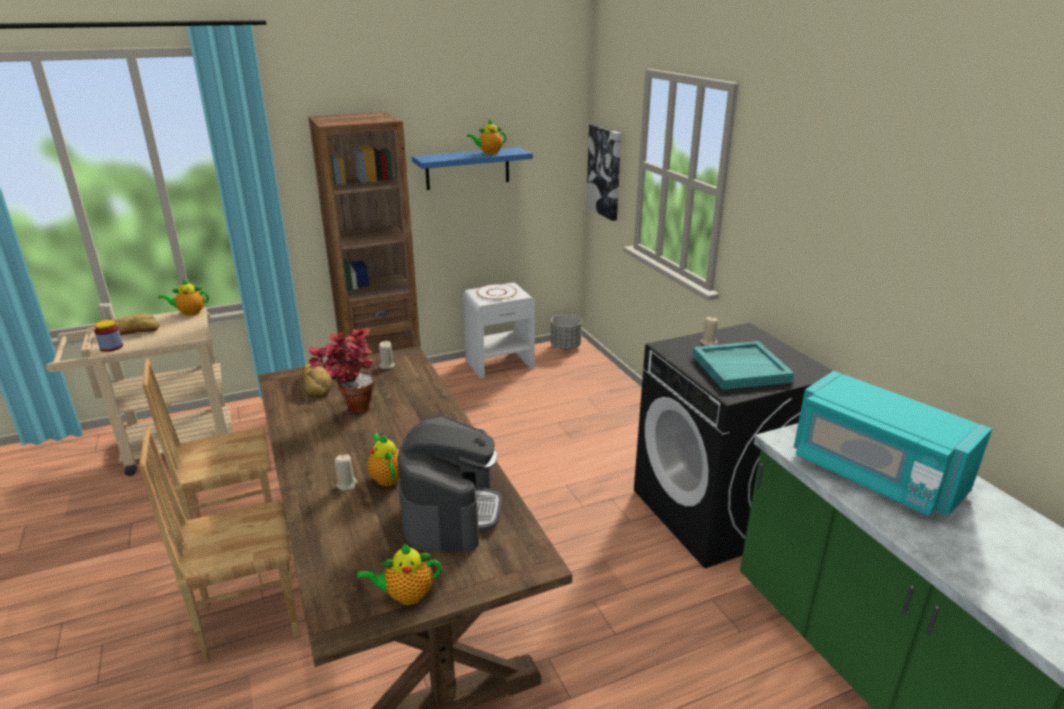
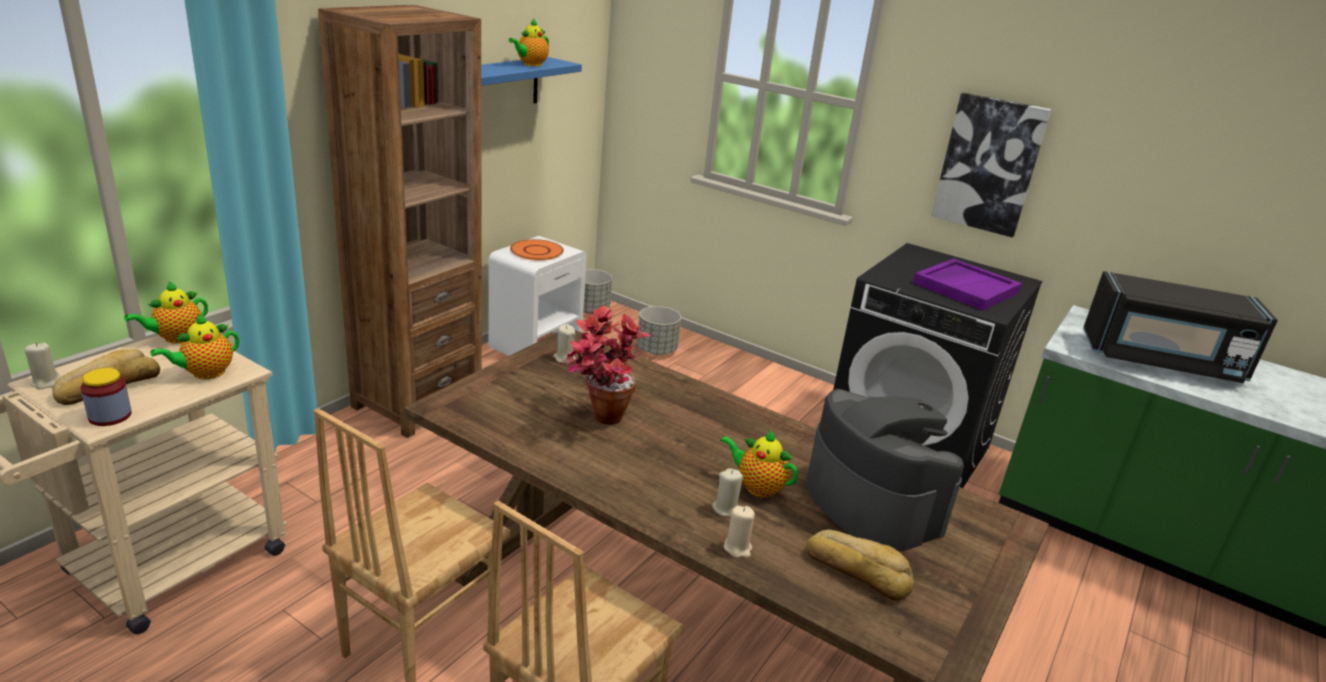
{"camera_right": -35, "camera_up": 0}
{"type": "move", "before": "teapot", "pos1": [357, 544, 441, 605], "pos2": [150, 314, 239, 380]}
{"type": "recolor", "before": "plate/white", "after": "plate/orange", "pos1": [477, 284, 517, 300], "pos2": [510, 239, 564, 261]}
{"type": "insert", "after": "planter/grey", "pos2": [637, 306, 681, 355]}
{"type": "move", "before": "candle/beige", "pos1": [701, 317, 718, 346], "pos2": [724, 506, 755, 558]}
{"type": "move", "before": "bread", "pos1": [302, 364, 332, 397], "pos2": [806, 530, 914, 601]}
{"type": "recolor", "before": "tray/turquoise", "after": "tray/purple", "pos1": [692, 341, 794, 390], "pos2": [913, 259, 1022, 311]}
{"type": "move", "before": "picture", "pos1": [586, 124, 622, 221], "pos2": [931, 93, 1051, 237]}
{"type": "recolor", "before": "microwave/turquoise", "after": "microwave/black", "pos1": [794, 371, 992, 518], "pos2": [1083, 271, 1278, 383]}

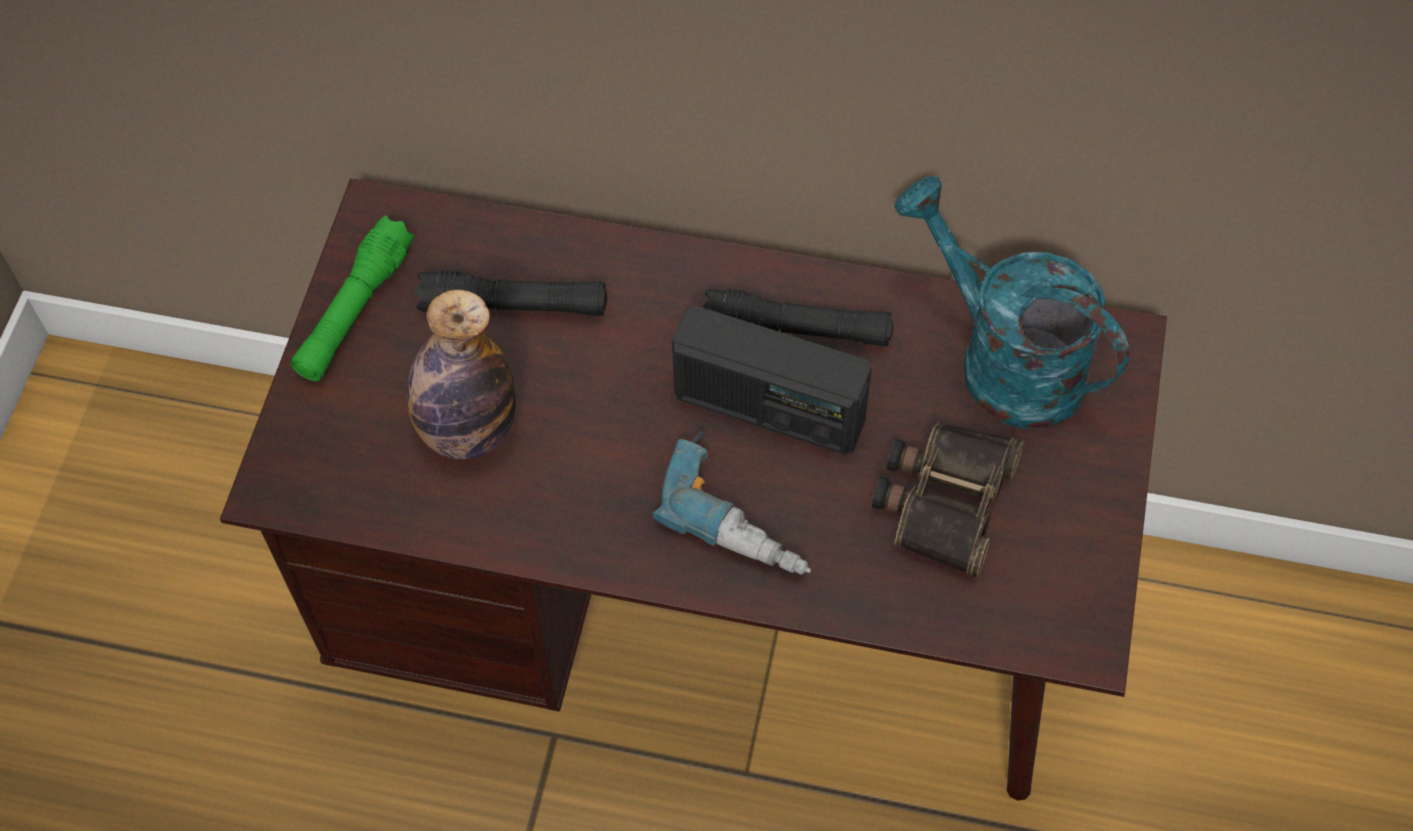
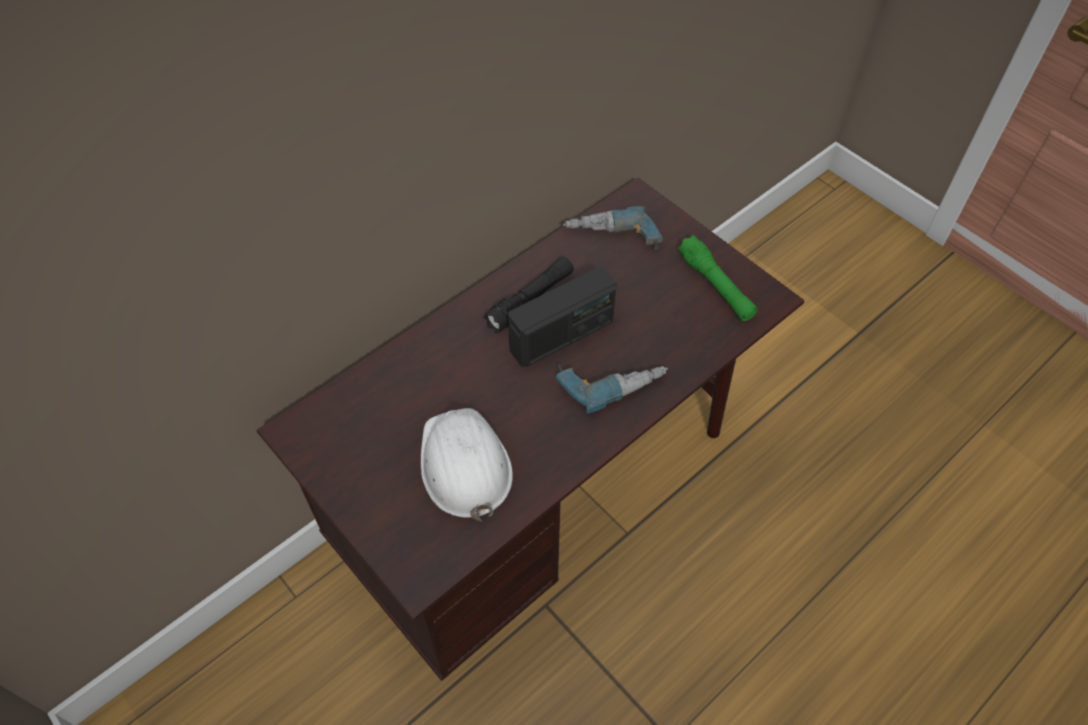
{"camera_right": -55, "camera_up": -5}
{"type": "replace", "before": "bottle", "after": "hard hat/white", "pos1": [407, 290, 516, 459], "pos2": [421, 408, 513, 522]}
{"type": "replace", "before": "watering can/turquoise", "after": "power drill", "pos1": [894, 176, 1129, 429], "pos2": [563, 206, 663, 250]}
{"type": "move", "before": "flashlight/green", "pos1": [290, 216, 414, 381], "pos2": [678, 235, 758, 321]}
{"type": "delete", "before": "flashlight/black", "pos1": [415, 270, 607, 316]}
{"type": "delete", "before": "binoculars", "pos1": [872, 422, 1024, 578]}

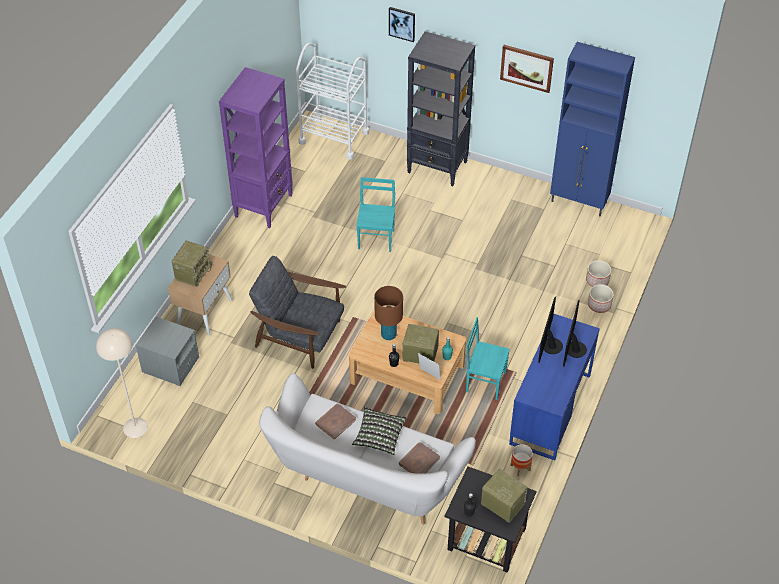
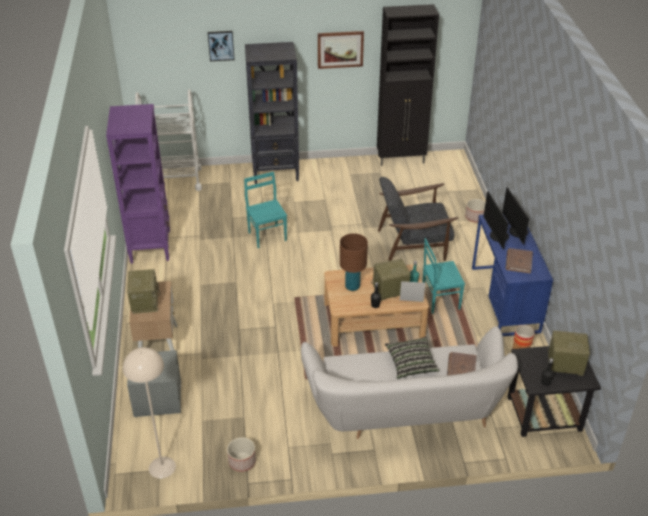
{"camera_right": -30, "camera_up": -10}
{"type": "move", "before": "planter", "pos1": [586, 260, 611, 287], "pos2": [227, 437, 256, 472]}
{"type": "recolor", "before": "cabinet/blue", "after": "cabinet/black", "pos1": [550, 42, 635, 216], "pos2": [377, 4, 439, 166]}
{"type": "move", "before": "armchair/grey", "pos1": [249, 256, 346, 369], "pos2": [378, 177, 458, 261]}
{"type": "move", "before": "book/brown", "pos1": [315, 404, 356, 440], "pos2": [506, 248, 533, 274]}

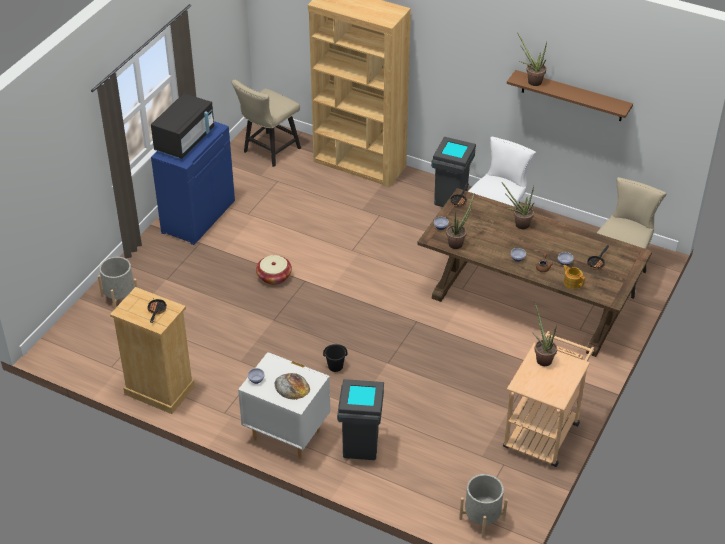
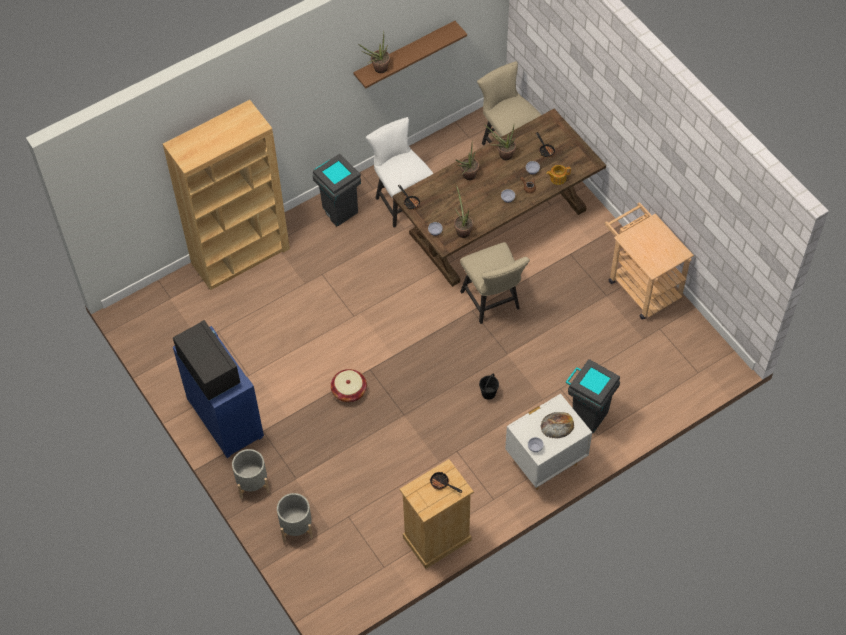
{"camera_right": -60, "camera_up": 15}
{"type": "move", "before": "planter/grey", "pos1": [459, 474, 508, 538], "pos2": [232, 449, 270, 499]}
{"type": "move", "before": "chair/beige", "pos1": [232, 80, 301, 167], "pos2": [460, 242, 530, 324]}
{"type": "move", "before": "potted plant", "pos1": [533, 302, 557, 366], "pos2": [484, 124, 516, 160]}

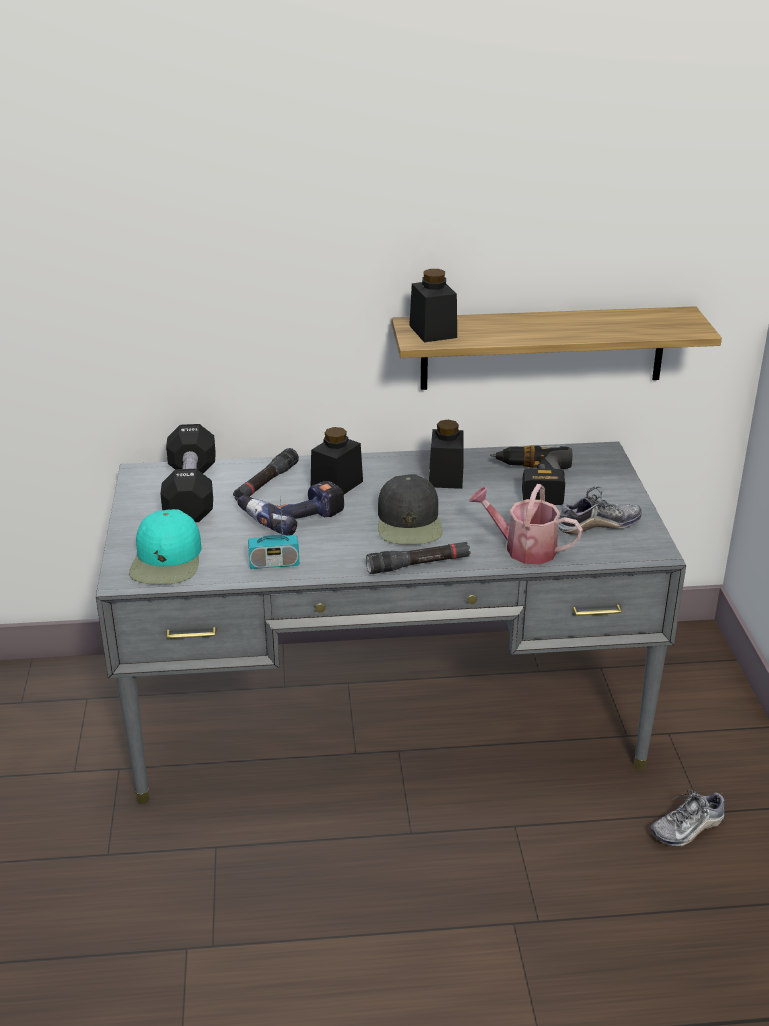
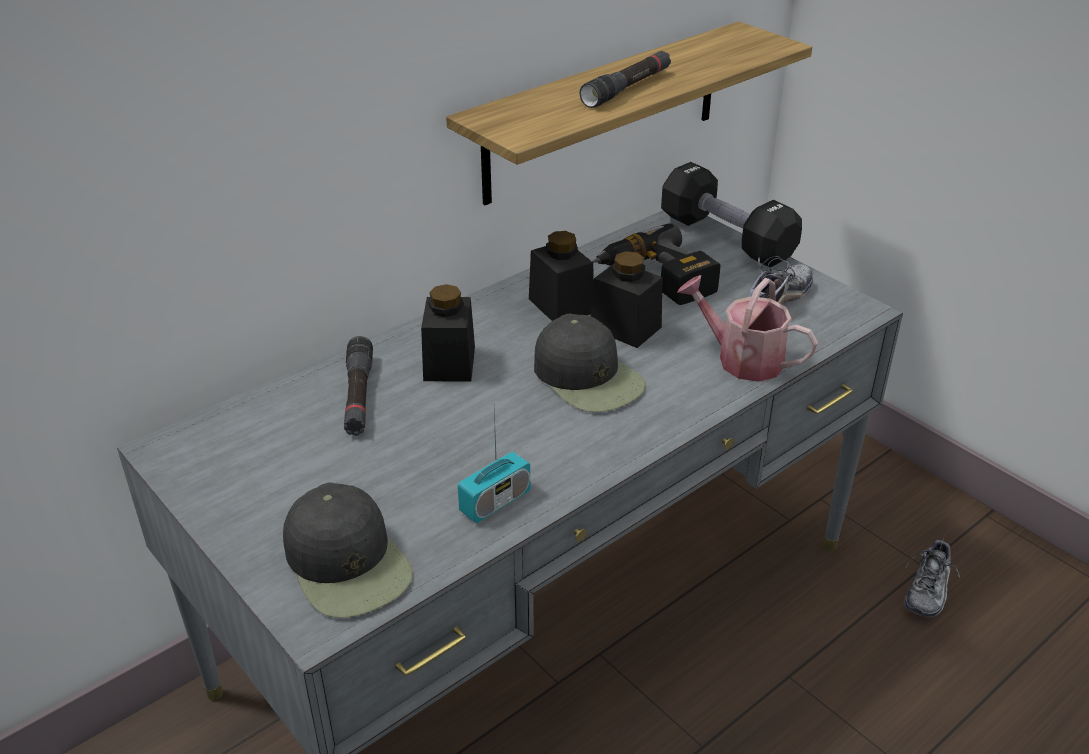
{"camera_right": -35, "camera_up": 5}
{"type": "recolor", "before": "cap/turquoise", "after": "cap/black", "pos1": [129, 509, 201, 585], "pos2": [283, 482, 413, 618]}
{"type": "move", "before": "flashlight/black", "pos1": [366, 542, 470, 574], "pos2": [580, 51, 671, 108]}
{"type": "move", "before": "jar/black", "pos1": [409, 269, 457, 342], "pos2": [591, 251, 663, 348]}
{"type": "move", "before": "dumbbell/black", "pos1": [160, 424, 216, 522], "pos2": [661, 162, 802, 267]}
{"type": "rotate", "before": "watering can", "pos1": [469, 484, 583, 564], "pos2": [677, 275, 818, 382], "turn": 45}
{"type": "delete", "before": "power drill", "pos1": [238, 481, 344, 536]}

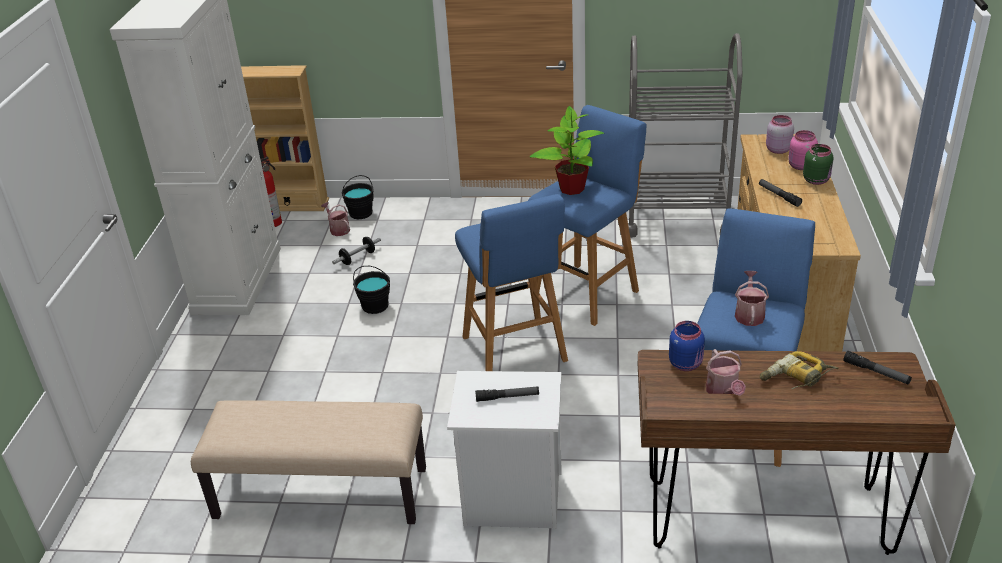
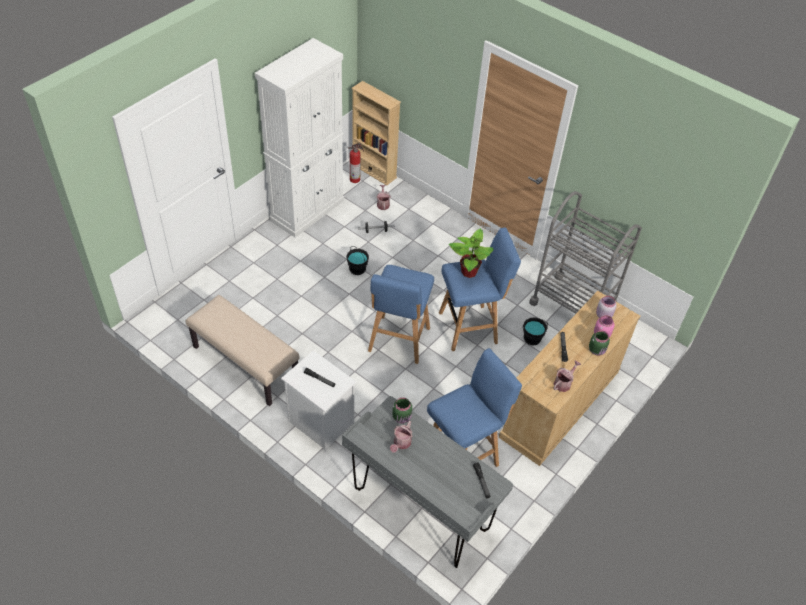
{"camera_right": 30, "camera_up": 15}
{"type": "recolor", "before": "desk/brown", "after": "desk/grey", "pos1": [638, 350, 956, 555], "pos2": [342, 396, 513, 568]}
{"type": "recolor", "before": "jar/blue", "after": "jar/green", "pos1": [669, 321, 705, 371], "pos2": [392, 397, 412, 424]}
{"type": "move", "before": "bucket/black", "pos1": [342, 175, 374, 219], "pos2": [523, 317, 548, 345]}
{"type": "move", "before": "watering can", "pos1": [735, 271, 769, 326], "pos2": [553, 360, 581, 392]}
{"type": "delete", "before": "power drill", "pos1": [760, 351, 839, 389]}

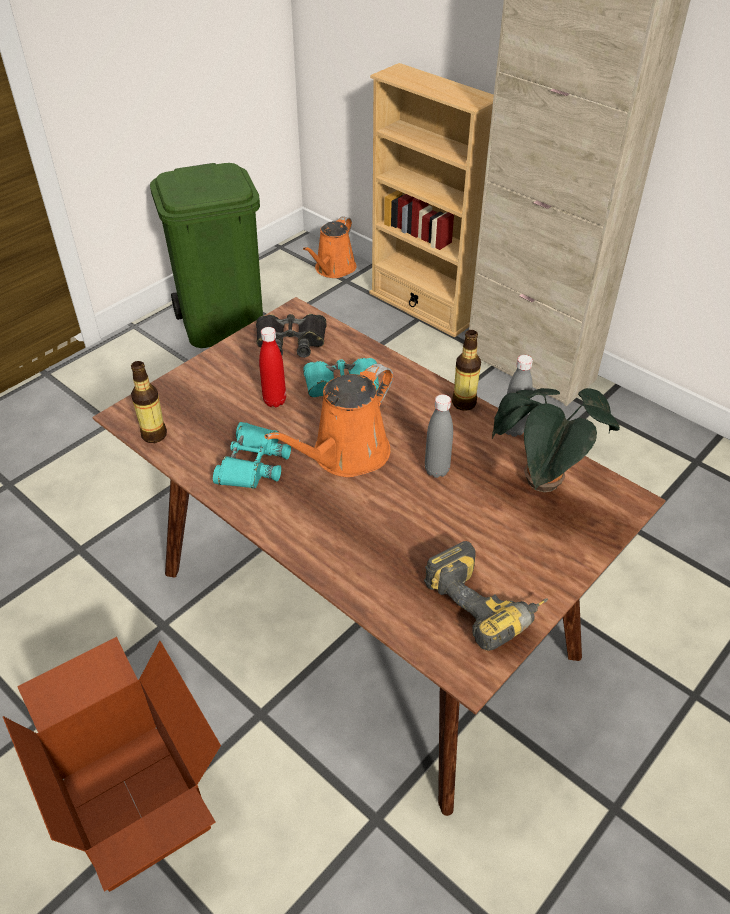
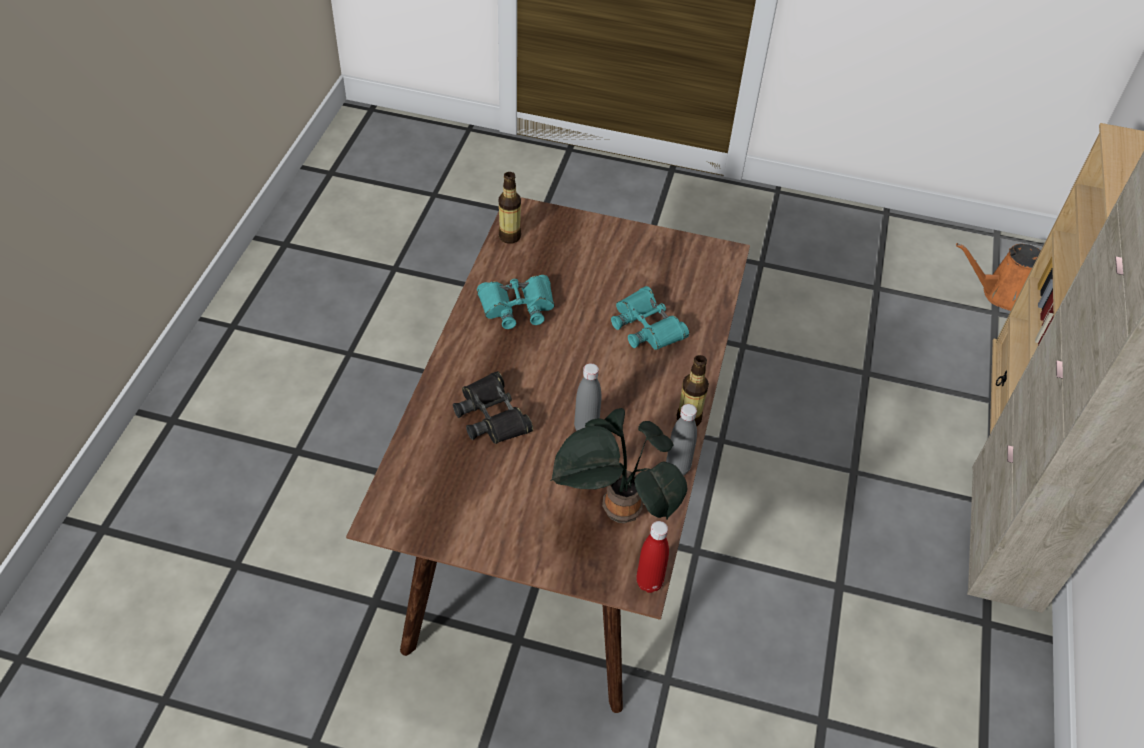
{"camera_right": 60, "camera_up": 5}
{"type": "move", "before": "binoculars/black", "pos1": [256, 314, 327, 358], "pos2": [453, 371, 533, 444]}
{"type": "move", "before": "bottle/red", "pos1": [259, 327, 286, 407], "pos2": [637, 521, 669, 593]}
{"type": "delete", "before": "cardboard box", "pos1": [3, 637, 221, 892]}
{"type": "delete", "before": "trash can/green", "pos1": [150, 163, 263, 348]}
{"type": "delete", "before": "watering can/orange", "pos1": [264, 364, 393, 477]}
{"type": "delete", "before": "power drill", "pos1": [424, 541, 548, 651]}

